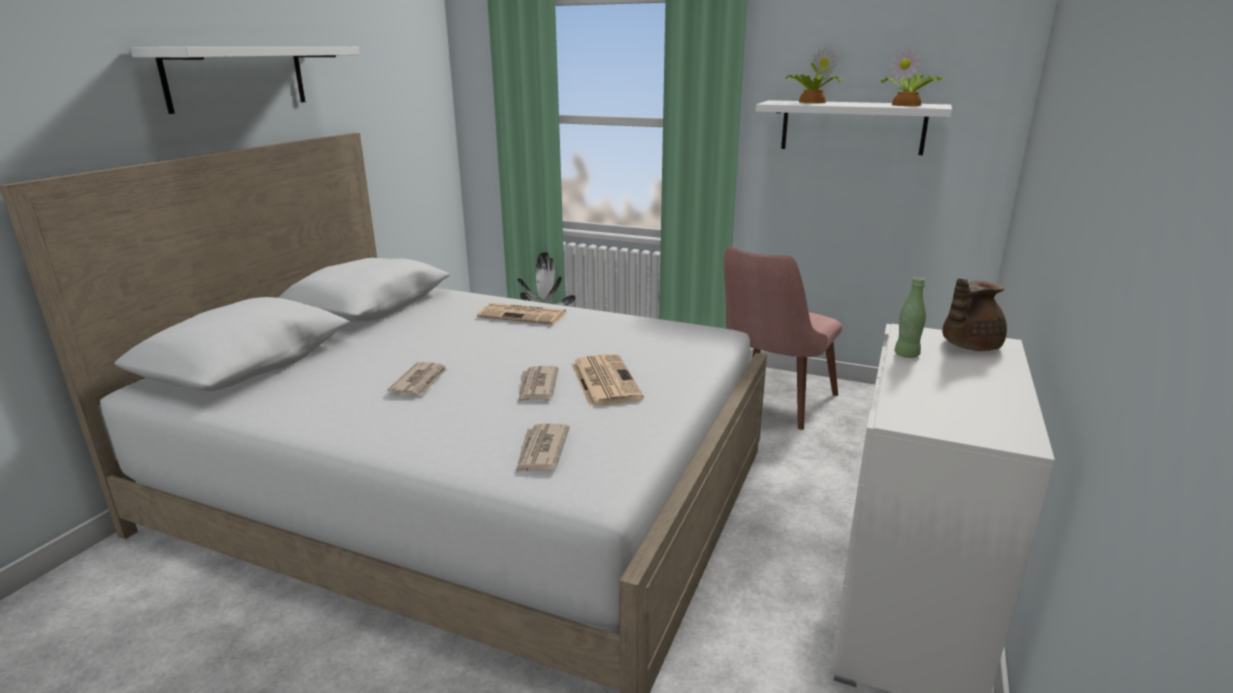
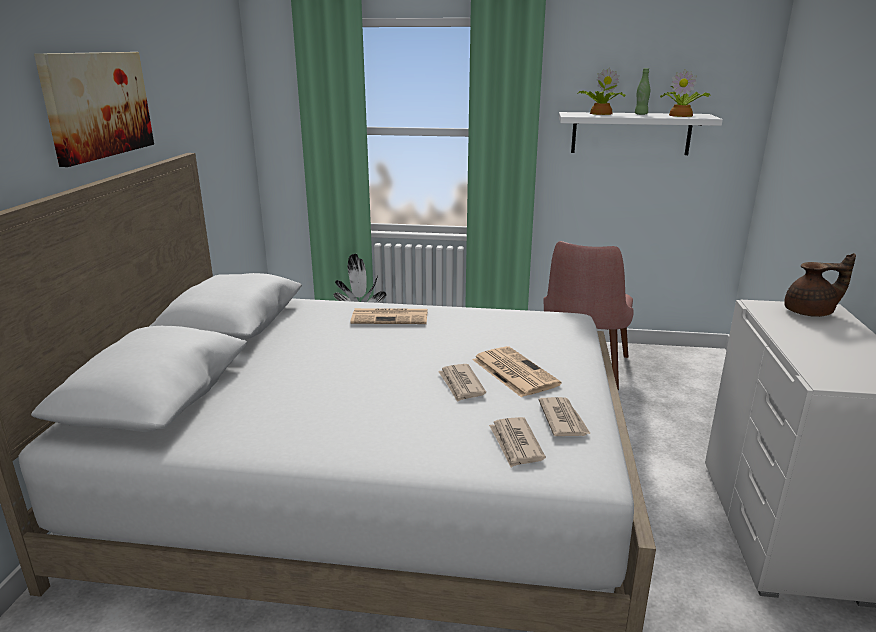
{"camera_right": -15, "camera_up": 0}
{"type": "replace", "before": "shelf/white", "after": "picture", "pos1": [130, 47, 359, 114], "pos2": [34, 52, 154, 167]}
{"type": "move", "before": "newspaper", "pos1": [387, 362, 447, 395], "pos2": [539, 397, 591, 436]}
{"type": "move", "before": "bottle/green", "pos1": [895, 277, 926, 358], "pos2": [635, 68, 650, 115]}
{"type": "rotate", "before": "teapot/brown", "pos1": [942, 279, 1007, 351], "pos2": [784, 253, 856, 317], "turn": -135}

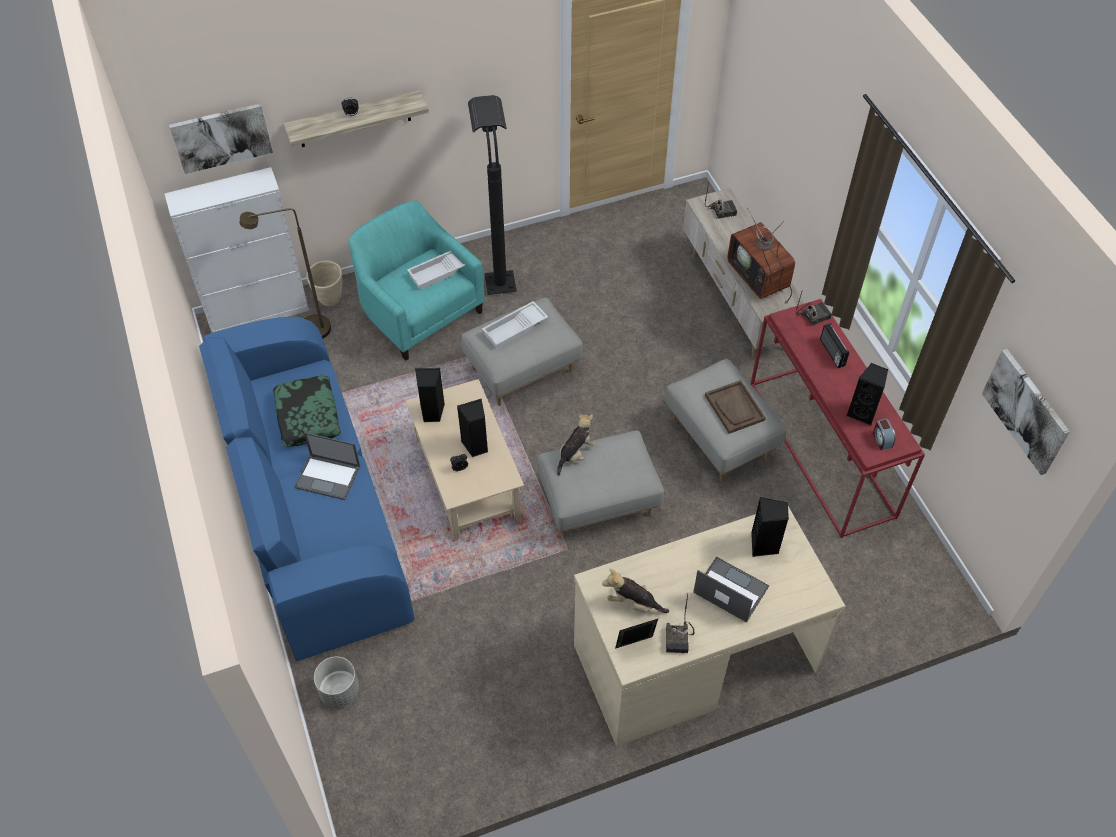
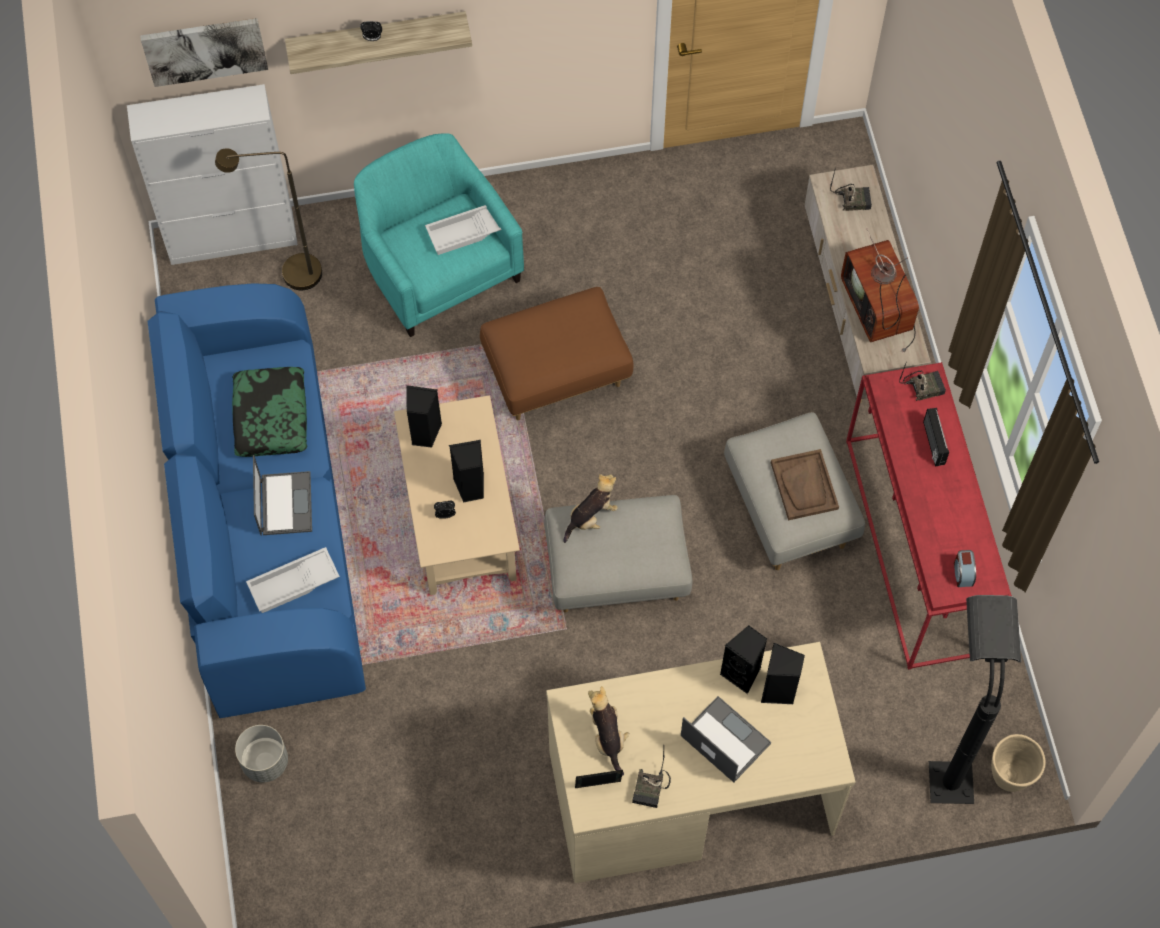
{"camera_right": 10, "camera_up": 10}
{"type": "move", "before": "tray/white", "pos1": [482, 301, 548, 349], "pos2": [246, 547, 340, 613]}
{"type": "rotate", "before": "laptop", "pos1": [295, 432, 360, 500], "pos2": [253, 455, 312, 536], "turn": -120}
{"type": "recolor", "before": "ottoman/grey", "after": "ottoman/brown", "pos1": [461, 297, 583, 406], "pos2": [480, 287, 633, 420]}
{"type": "rotate", "before": "plush toy", "pos1": [602, 569, 669, 613], "pos2": [588, 686, 629, 776], "turn": 45}
{"type": "move", "before": "speaker/black", "pos1": [846, 363, 888, 425], "pos2": [720, 625, 767, 694]}
{"type": "move", "before": "floor lamp/black", "pos1": [468, 95, 517, 295], "pos2": [929, 595, 1021, 804]}
{"type": "move", "before": "planter/beige", "pos1": [306, 260, 343, 306], "pos2": [991, 734, 1046, 792]}
{"type": "delete", "before": "picture", "pos1": [982, 349, 1070, 475]}

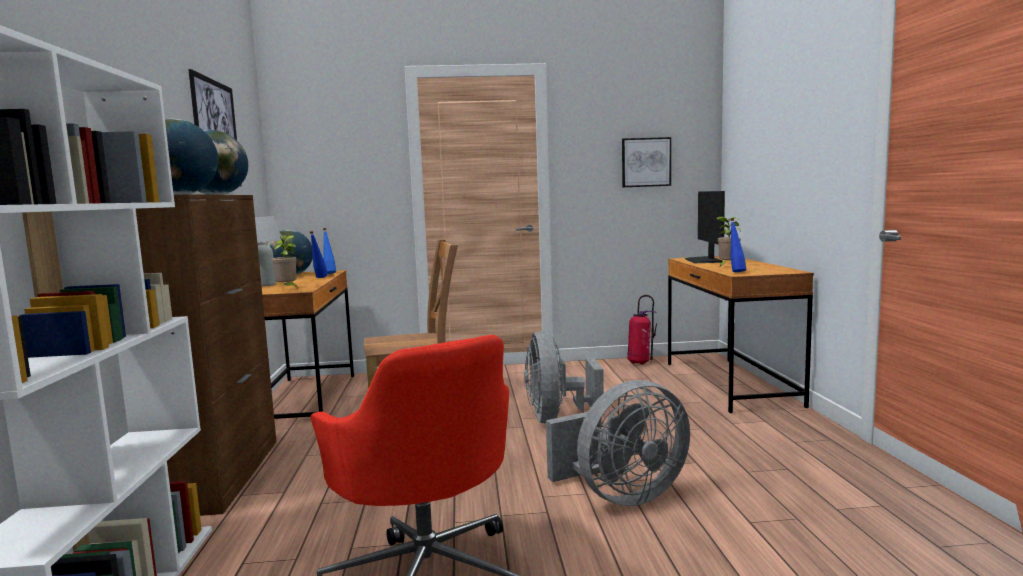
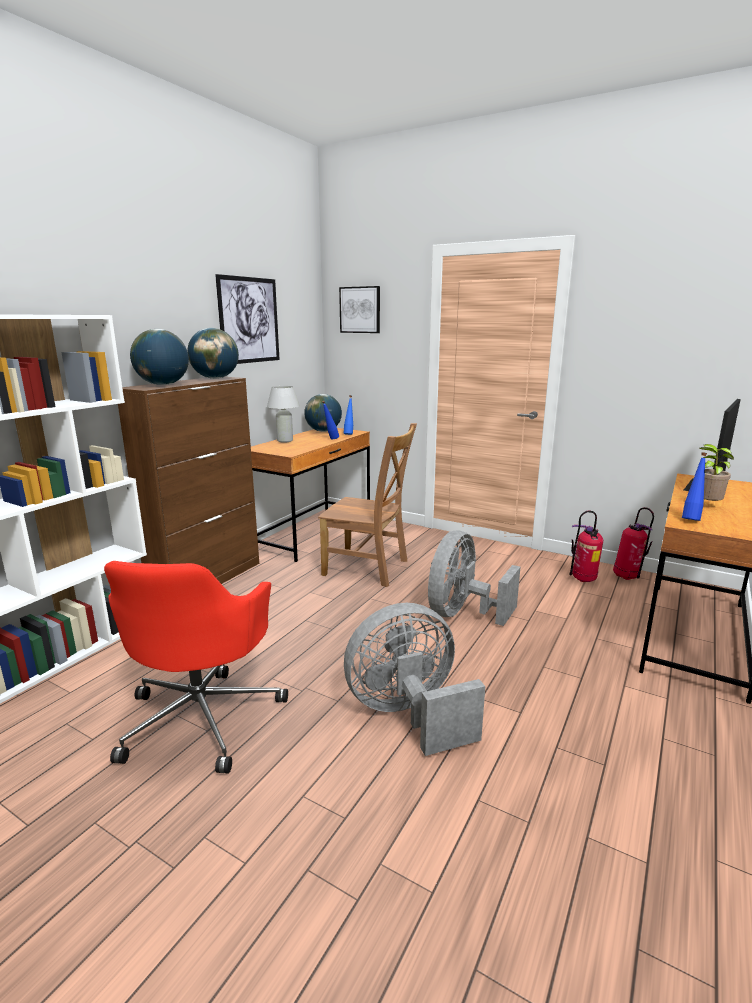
{"camera_right": 35, "camera_up": 10}
{"type": "move", "before": "picture", "pos1": [622, 137, 671, 187], "pos2": [339, 286, 380, 333]}
{"type": "rotate", "before": "fan/grey", "pos1": [546, 380, 690, 506], "pos2": [344, 603, 485, 756], "turn": 150}
{"type": "insert", "after": "fire extinguisher", "pos2": [569, 511, 603, 582]}
{"type": "delete", "before": "potted plant", "pos1": [272, 235, 298, 289]}

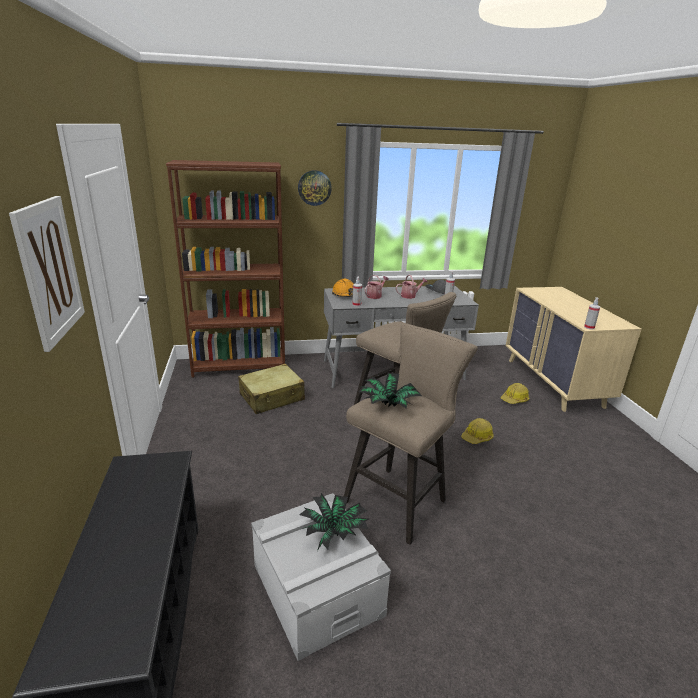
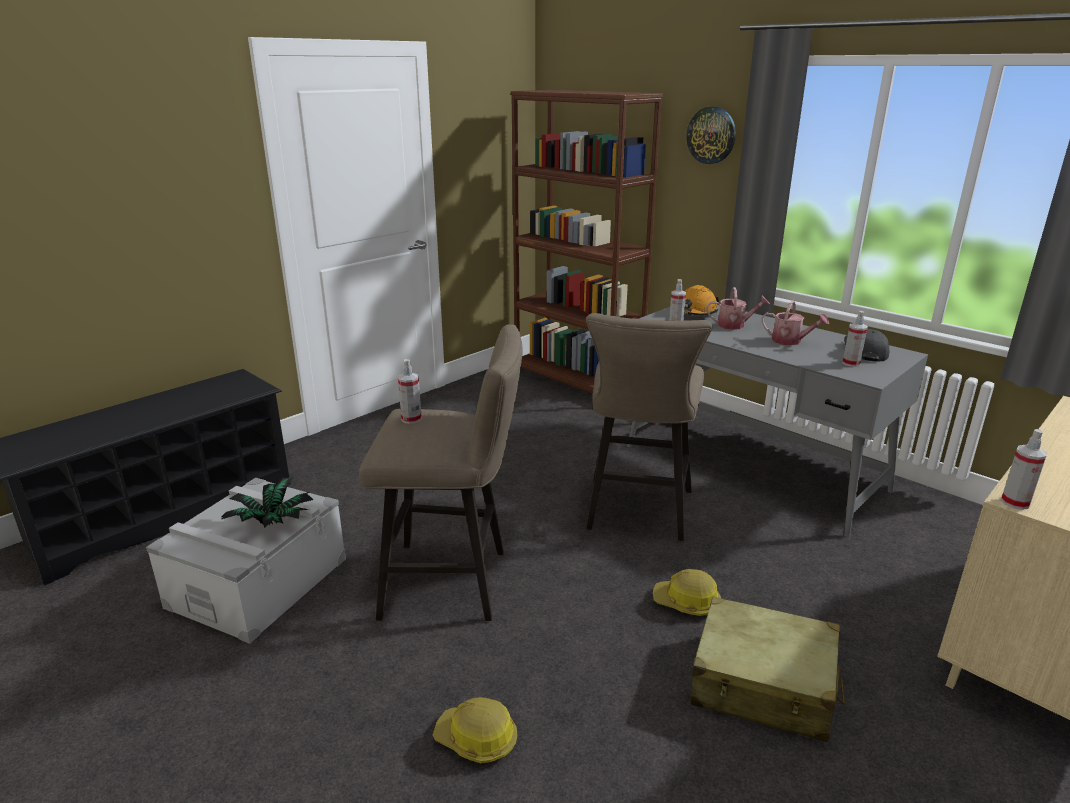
{"camera_right": 55, "camera_up": 0}
{"type": "replace", "before": "potted plant", "after": "spray bottle", "pos1": [359, 373, 422, 409], "pos2": [398, 359, 422, 424]}
{"type": "move", "before": "hard hat", "pos1": [501, 383, 529, 404], "pos2": [433, 697, 518, 763]}
{"type": "move", "before": "suitcase/beige", "pos1": [238, 364, 305, 414], "pos2": [690, 597, 845, 742]}
{"type": "delete", "before": "picture", "pos1": [9, 196, 85, 352]}

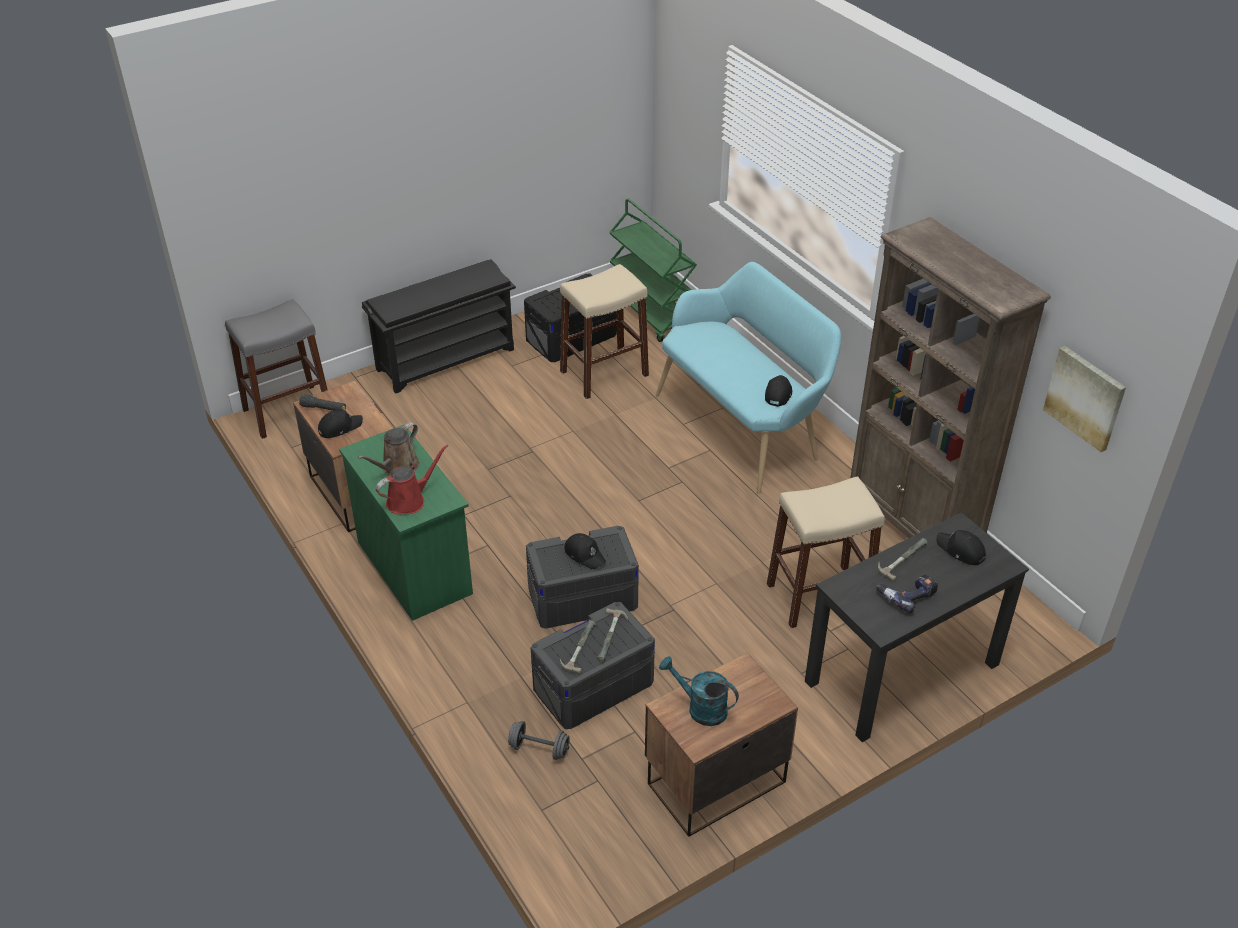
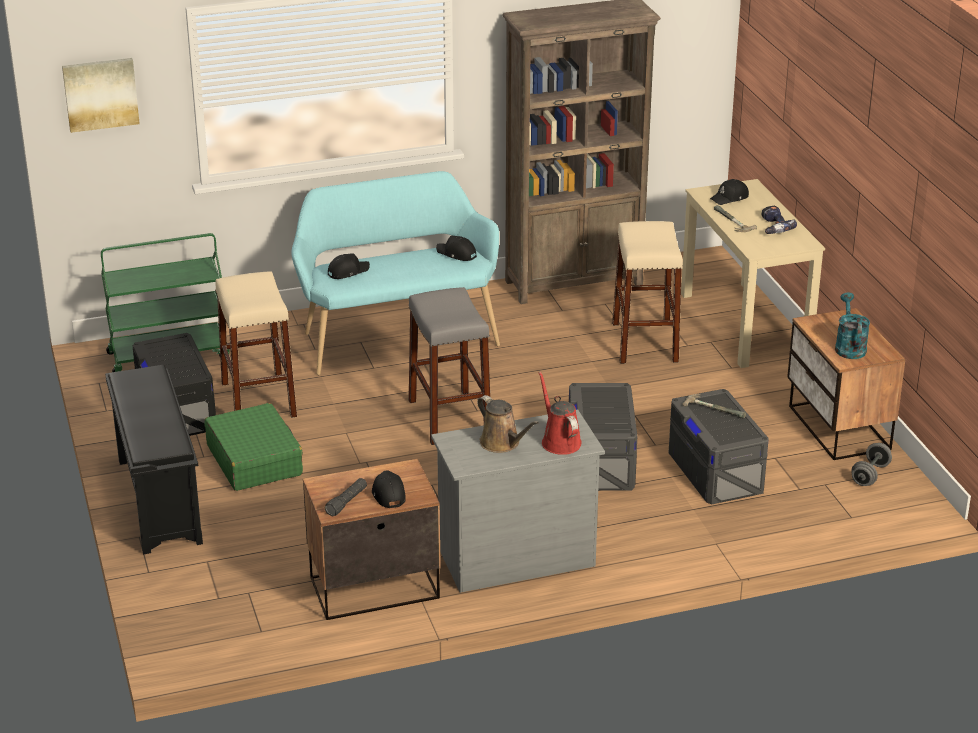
{"camera_right": -75, "camera_up": -10}
{"type": "move", "before": "picture", "pos1": [1043, 346, 1126, 452], "pos2": [62, 58, 140, 133]}
{"type": "insert", "after": "suitcase/green", "pos2": [204, 403, 303, 491]}
{"type": "move", "before": "cap/black", "pos1": [564, 533, 606, 569], "pos2": [328, 253, 370, 279]}
{"type": "move", "before": "stool/grey", "pos1": [225, 299, 328, 439], "pos2": [409, 287, 490, 445]}
{"type": "recolor", "before": "dresser/green", "after": "dresser/grey", "pos1": [339, 424, 473, 621], "pos2": [431, 409, 605, 593]}
{"type": "recolor", "before": "desk/black", "after": "desk/beige", "pos1": [805, 512, 1029, 742], "pos2": [681, 179, 825, 368]}
{"type": "rotate", "before": "watering can/turquoise", "pos1": [659, 656, 739, 726], "pos2": [835, 292, 870, 359], "turn": 135}
{"type": "move", "before": "dumbbell/grey", "pos1": [508, 721, 570, 760], "pos2": [851, 443, 892, 486]}
{"type": "delete", "before": "hammer", "pos1": [560, 620, 596, 674]}

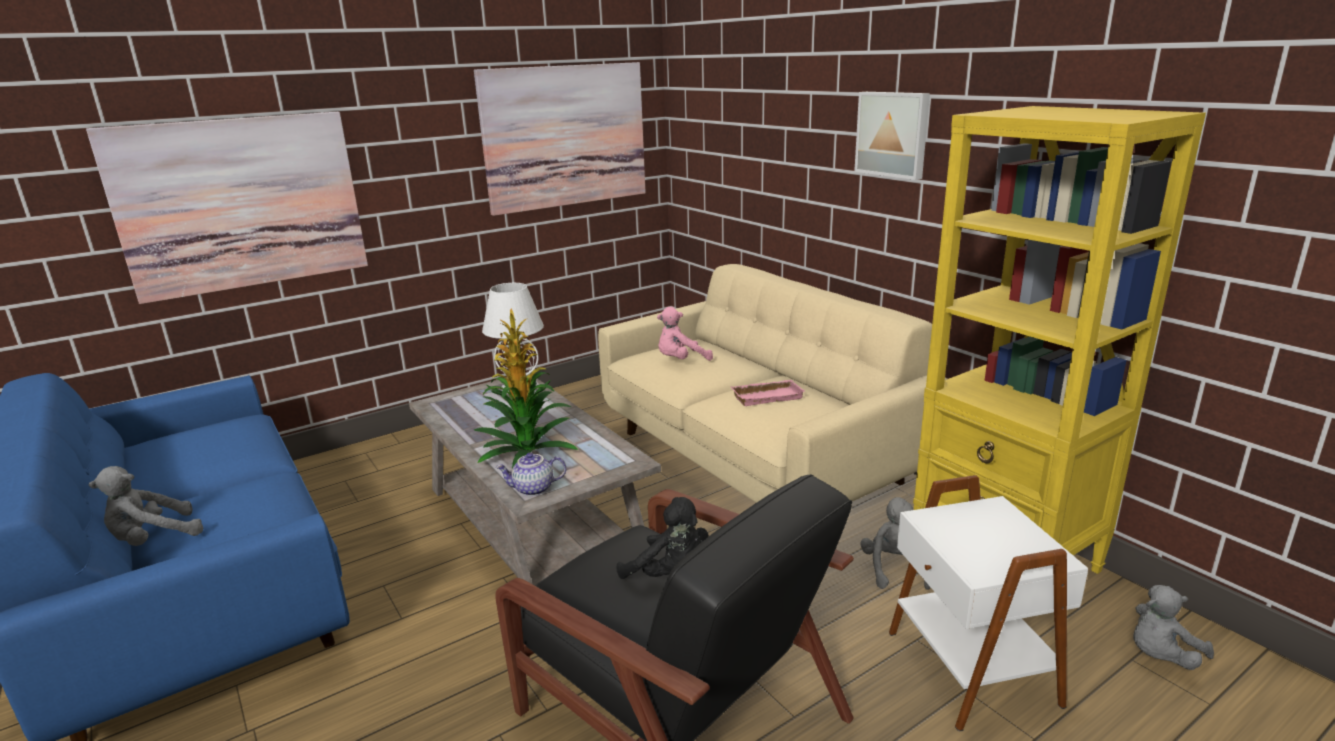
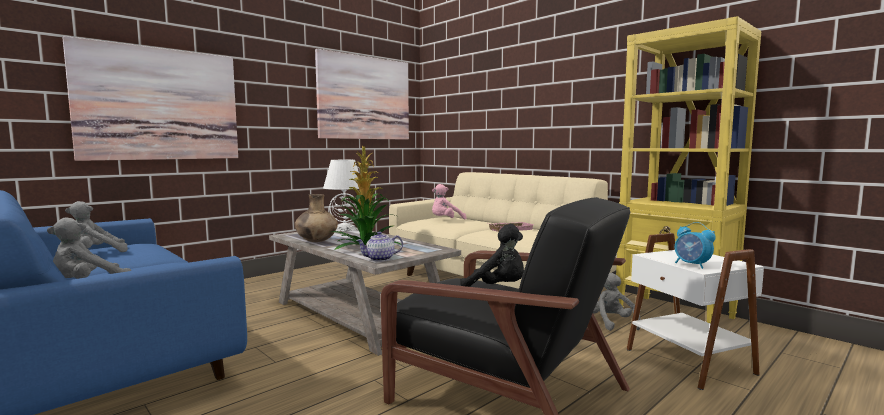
{"camera_right": -10, "camera_up": -15}
{"type": "move", "before": "plush toy/grey", "pos1": [1133, 585, 1214, 670], "pos2": [65, 201, 128, 252]}
{"type": "insert", "after": "vase/brown", "pos2": [295, 194, 338, 242]}
{"type": "insert", "after": "alarm clock", "pos2": [675, 222, 716, 269]}
{"type": "delete", "before": "picture", "pos1": [854, 92, 930, 180]}

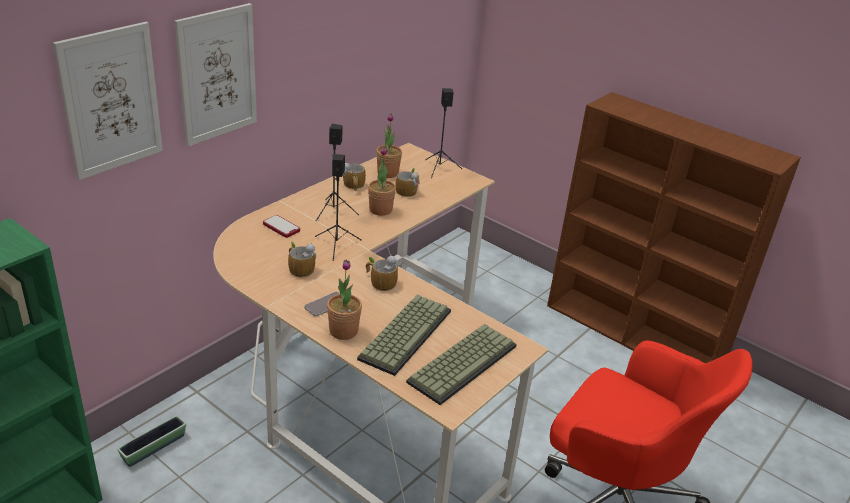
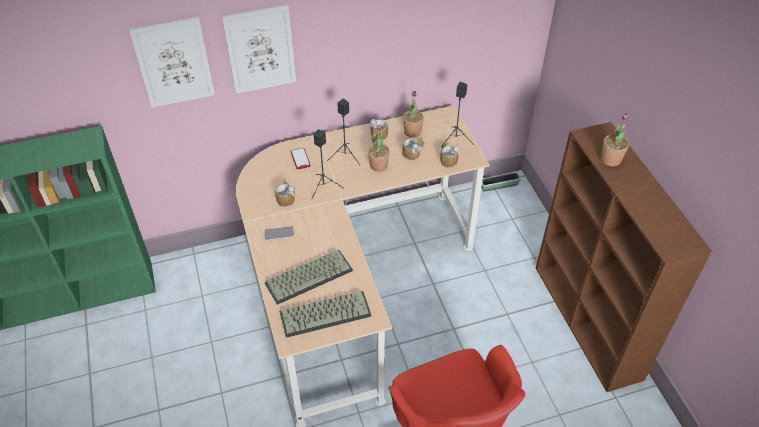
{"camera_right": 35, "camera_up": 15}
{"type": "move", "before": "mug", "pos1": [366, 255, 398, 291], "pos2": [440, 142, 460, 168]}
{"type": "move", "before": "planter", "pos1": [117, 415, 186, 467], "pos2": [482, 172, 521, 192]}
{"type": "move", "before": "potted plant", "pos1": [327, 260, 362, 340], "pos2": [601, 113, 629, 167]}

